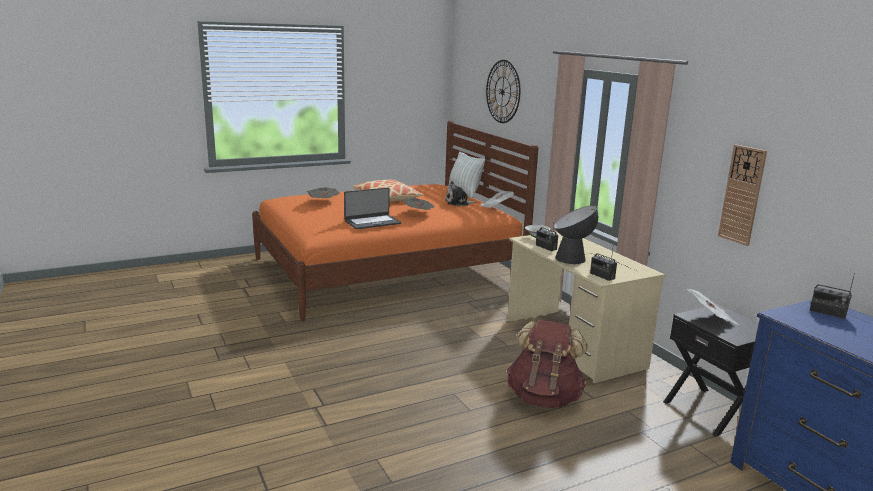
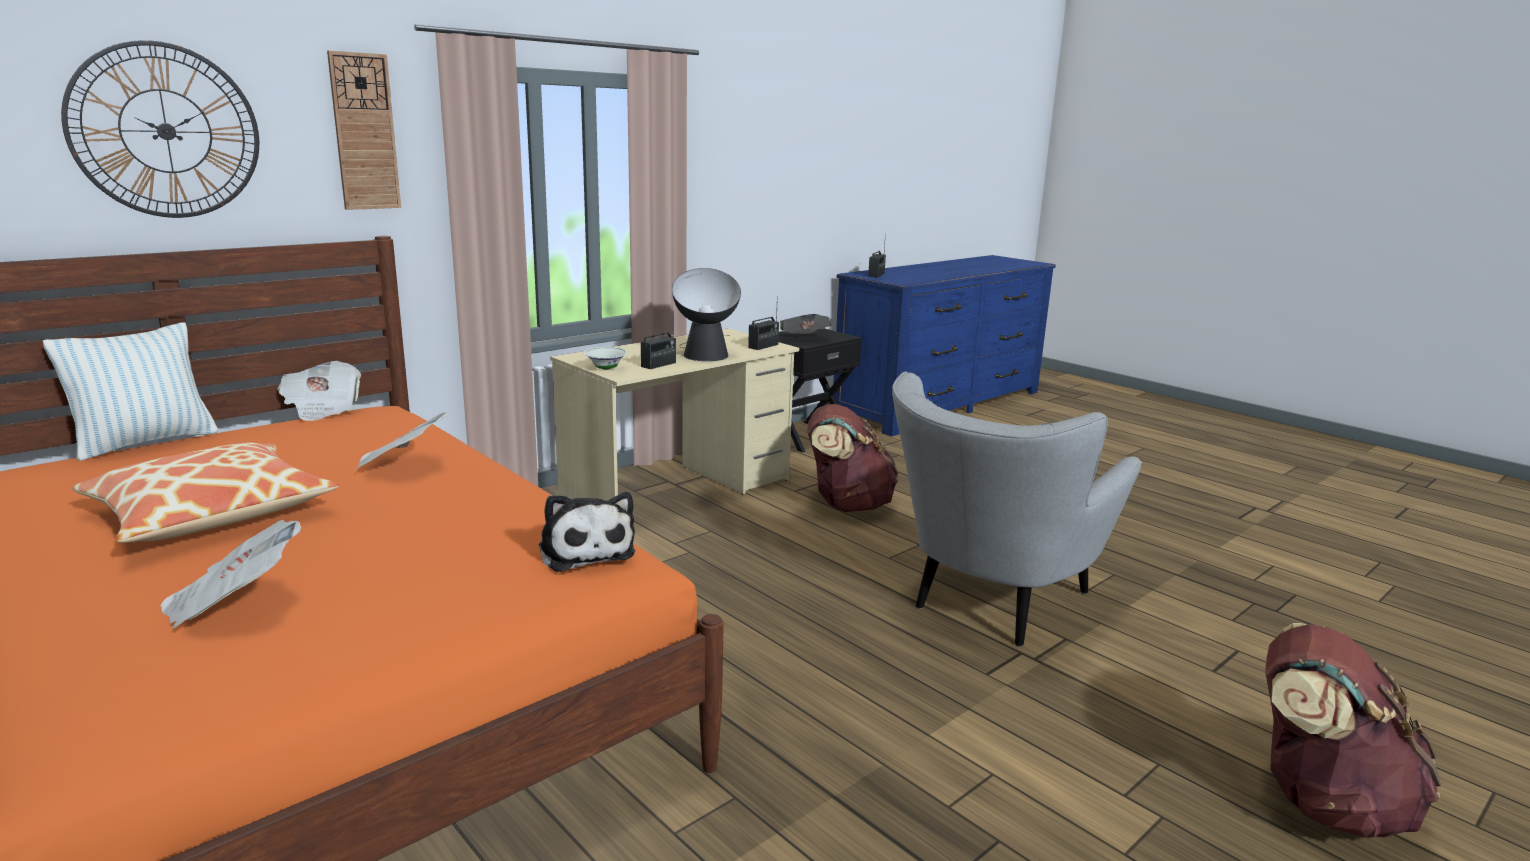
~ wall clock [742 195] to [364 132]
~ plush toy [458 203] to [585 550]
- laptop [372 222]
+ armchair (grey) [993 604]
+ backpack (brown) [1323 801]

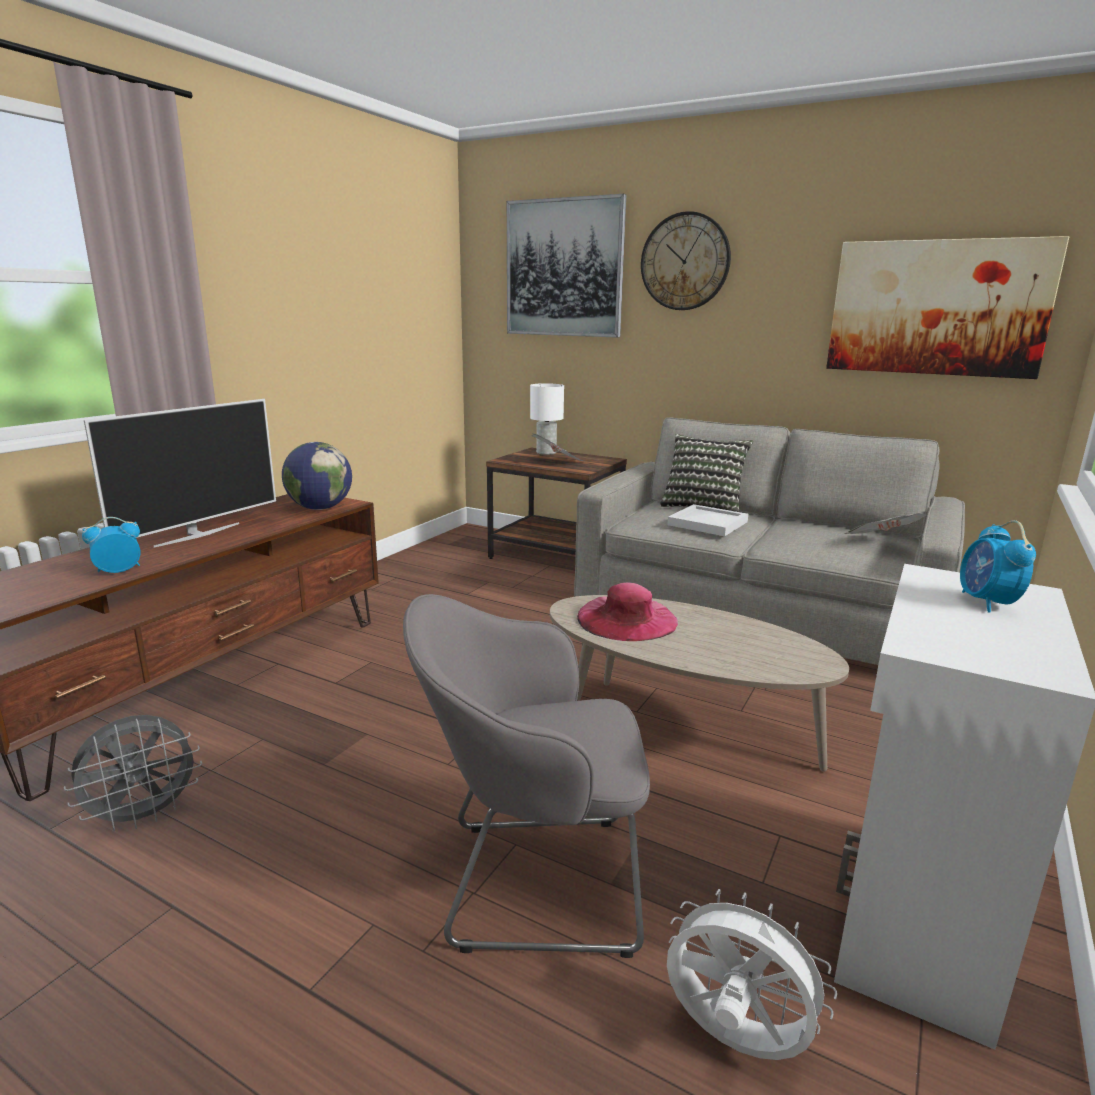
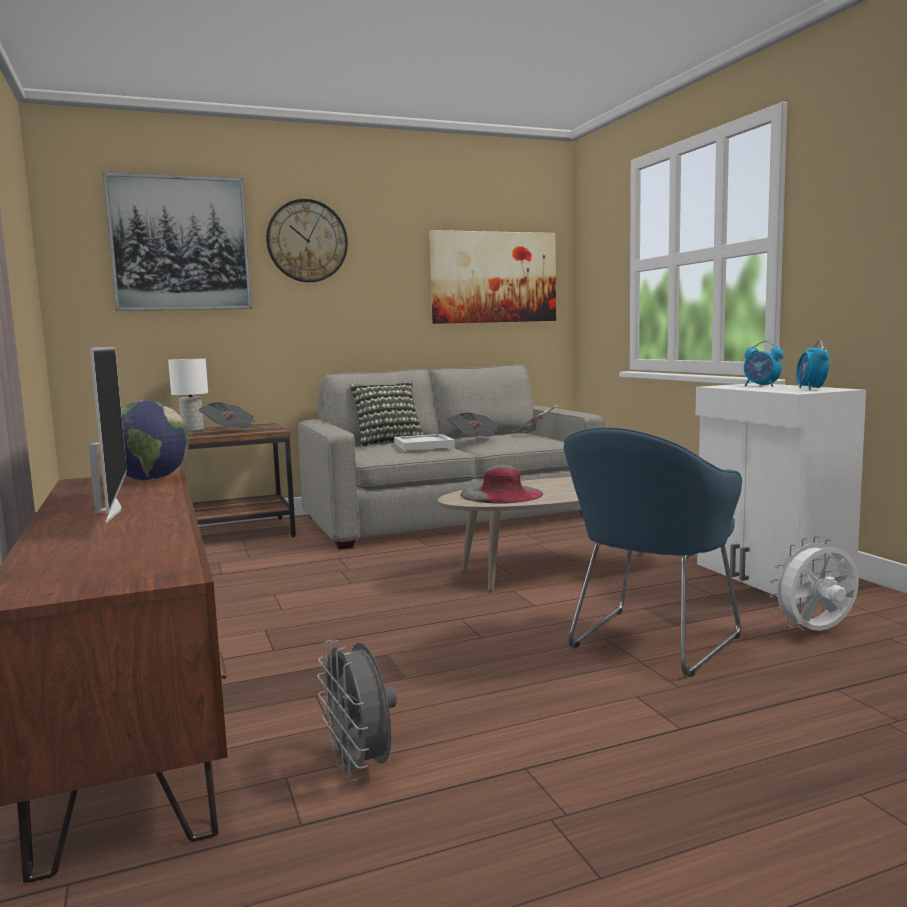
~ alarm clock [118 571] to [811 389]
~ hat (pink) [626 618] to hat (grey) [501 494]
~ armchair (grey) [530 882] to armchair (blue) [648 644]
~ fan (grey) [144 816] = [360 767] 150 degrees clockwise
+ newspaper [475 439]

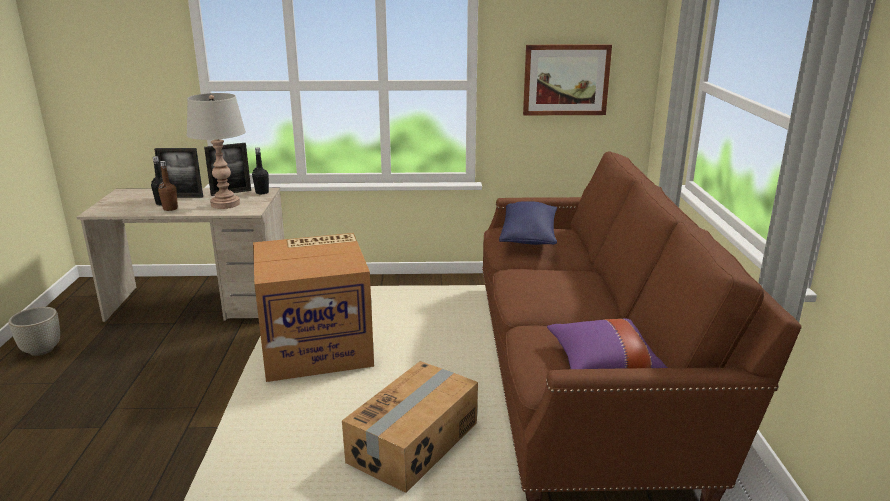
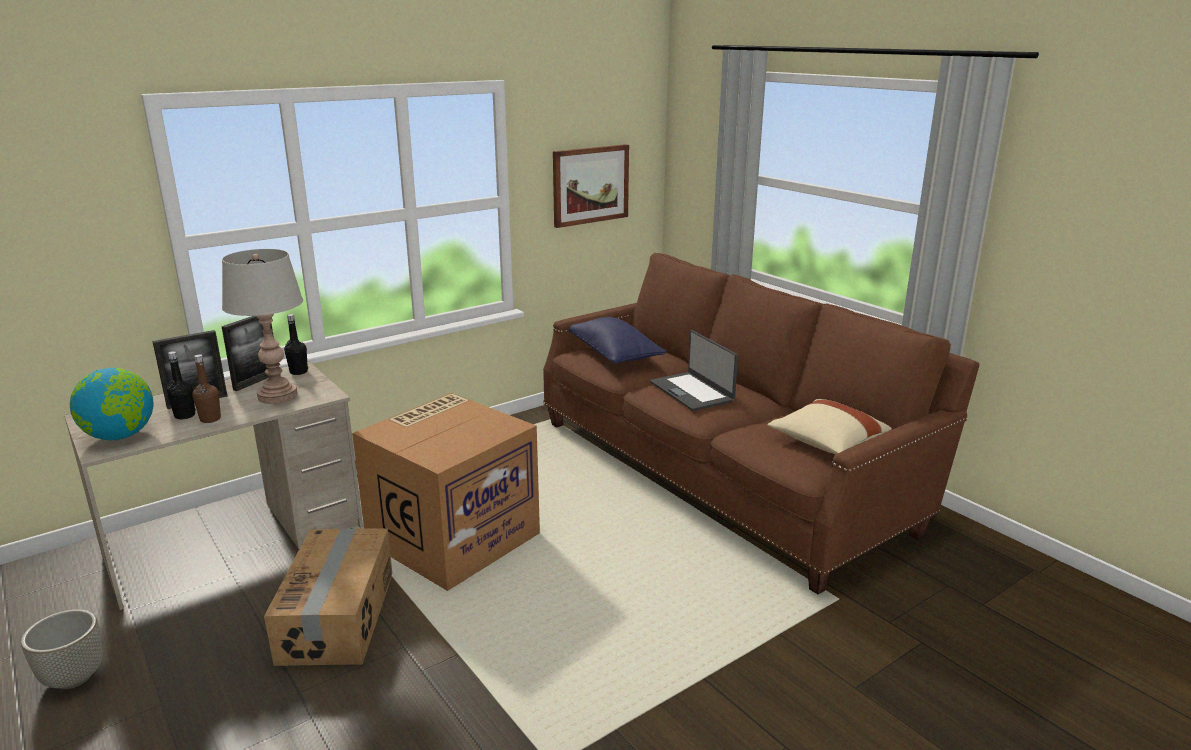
~ pillow (purple) [602 364] to pillow (beige) [826 443]
~ cardboard box [414 443] to [339 616]
+ laptop [692 391]
+ globe [120 436]

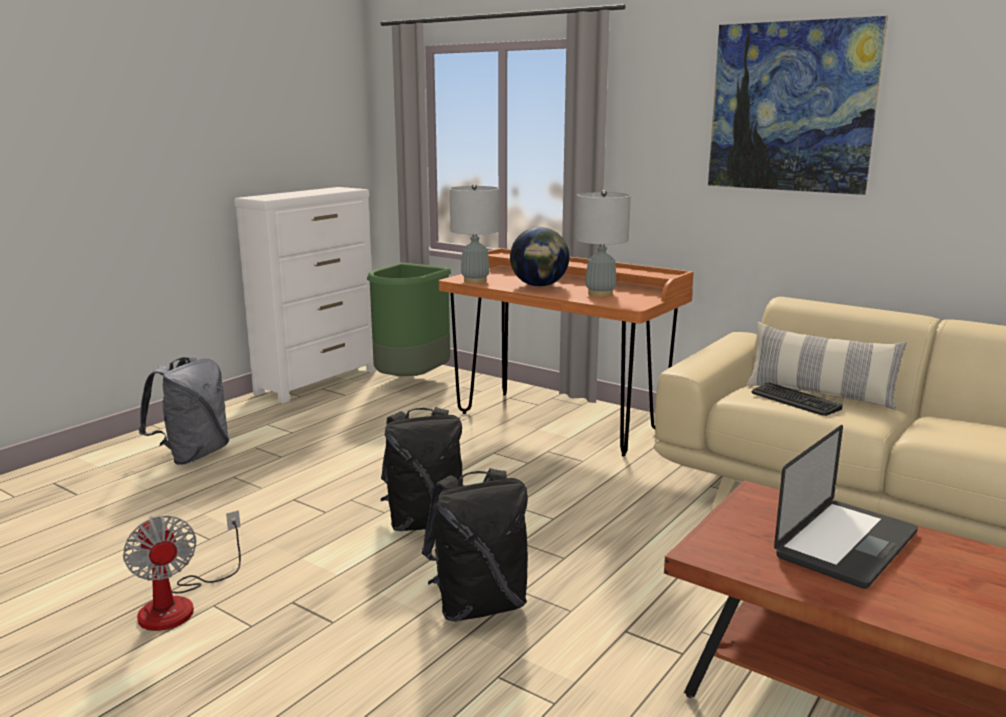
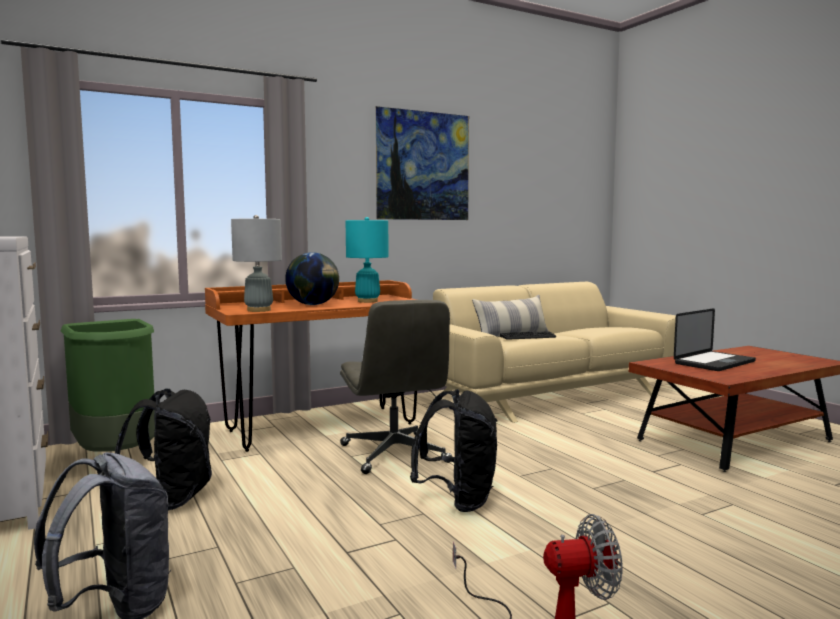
~ table lamp (grey) [600 294] to table lamp (turquoise) [367 301]
~ laptop [846 544] = [714 362] 75 degrees clockwise
~ backpack (black) [479 605] to [172 499]
+ office chair (grey) [395 454]

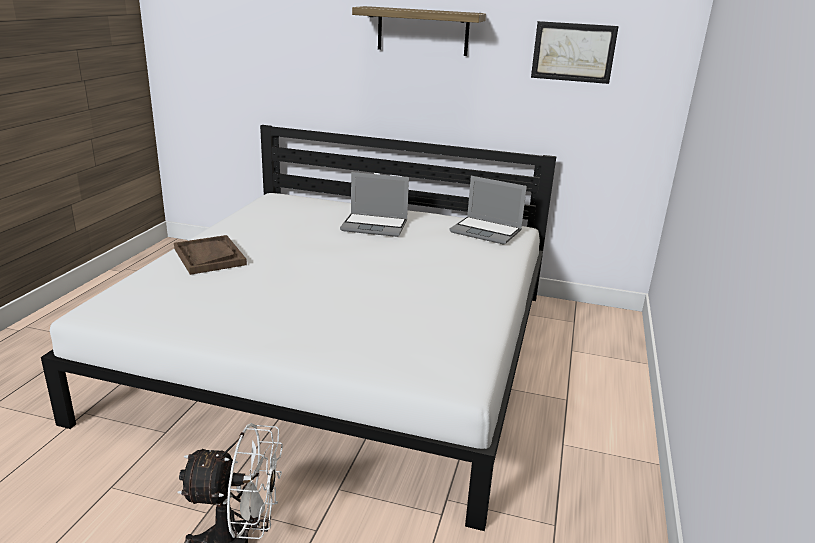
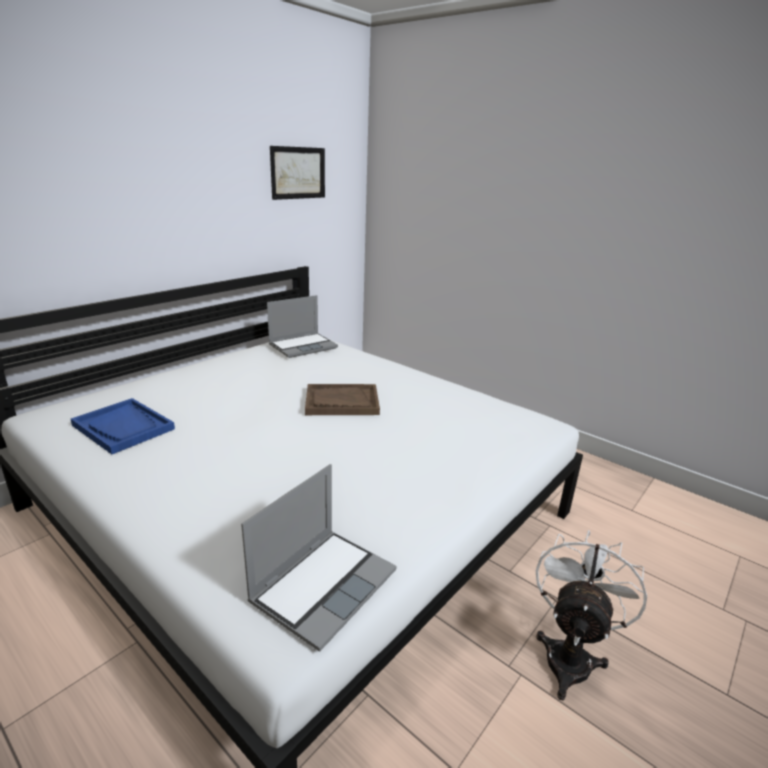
- shelf [423 31]
~ laptop [375 226] to [324 585]
~ tray (brown) [209 256] to [342 402]
+ tray (blue) [124 427]

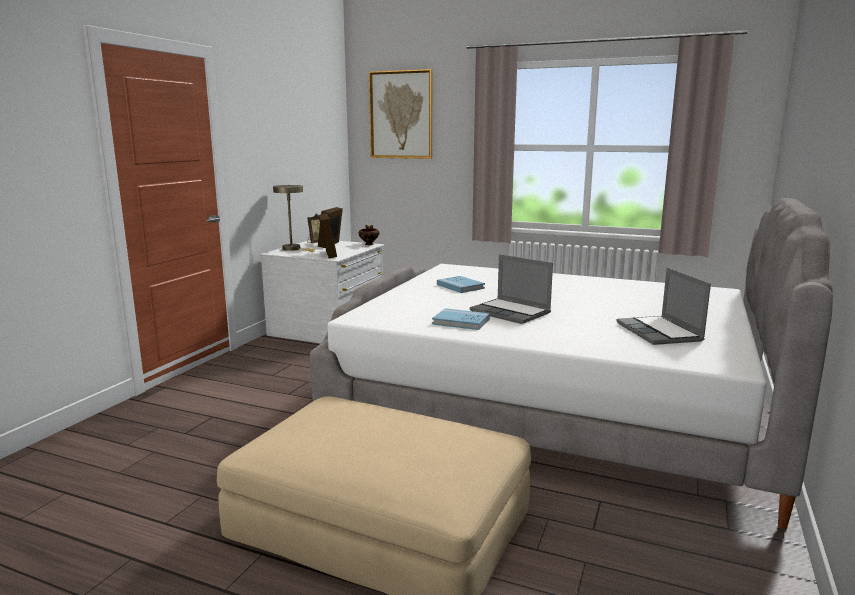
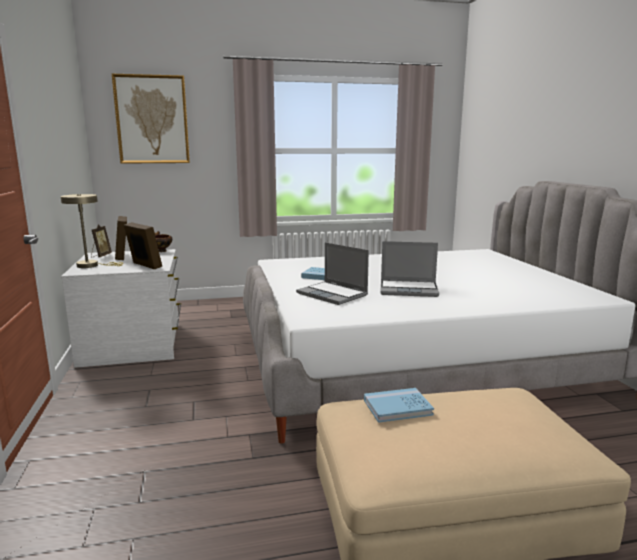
~ laptop [660 332] to [333 294]
~ book (blue) [461 322] to [397 407]

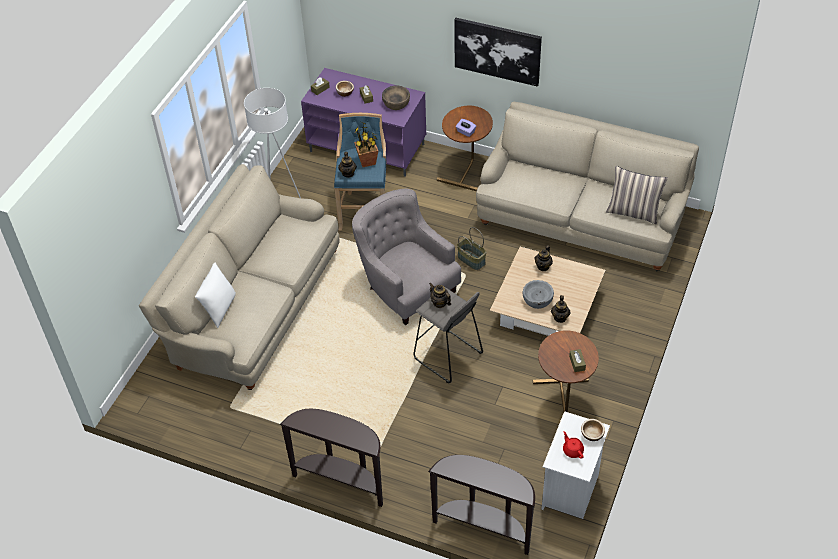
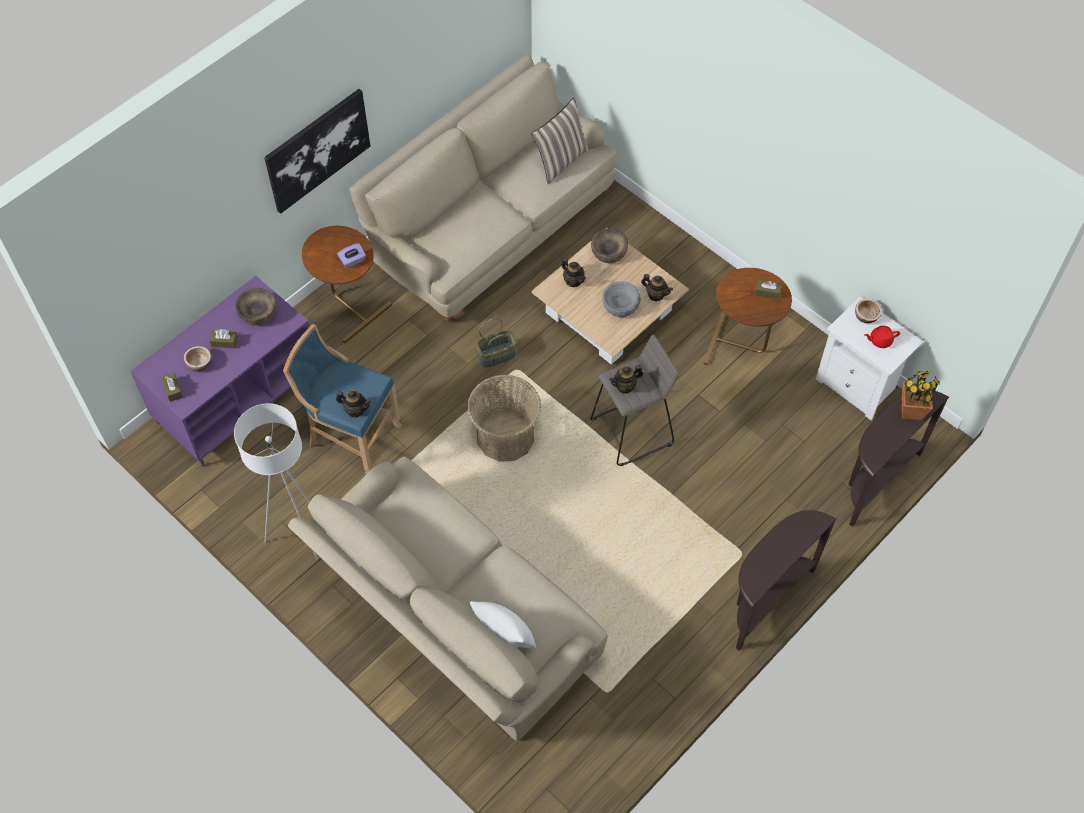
~ potted plant [367 161] to [911 410]
~ armchair (grey) [406 287] to basket [505 436]
+ bowl (brown) [609 252]

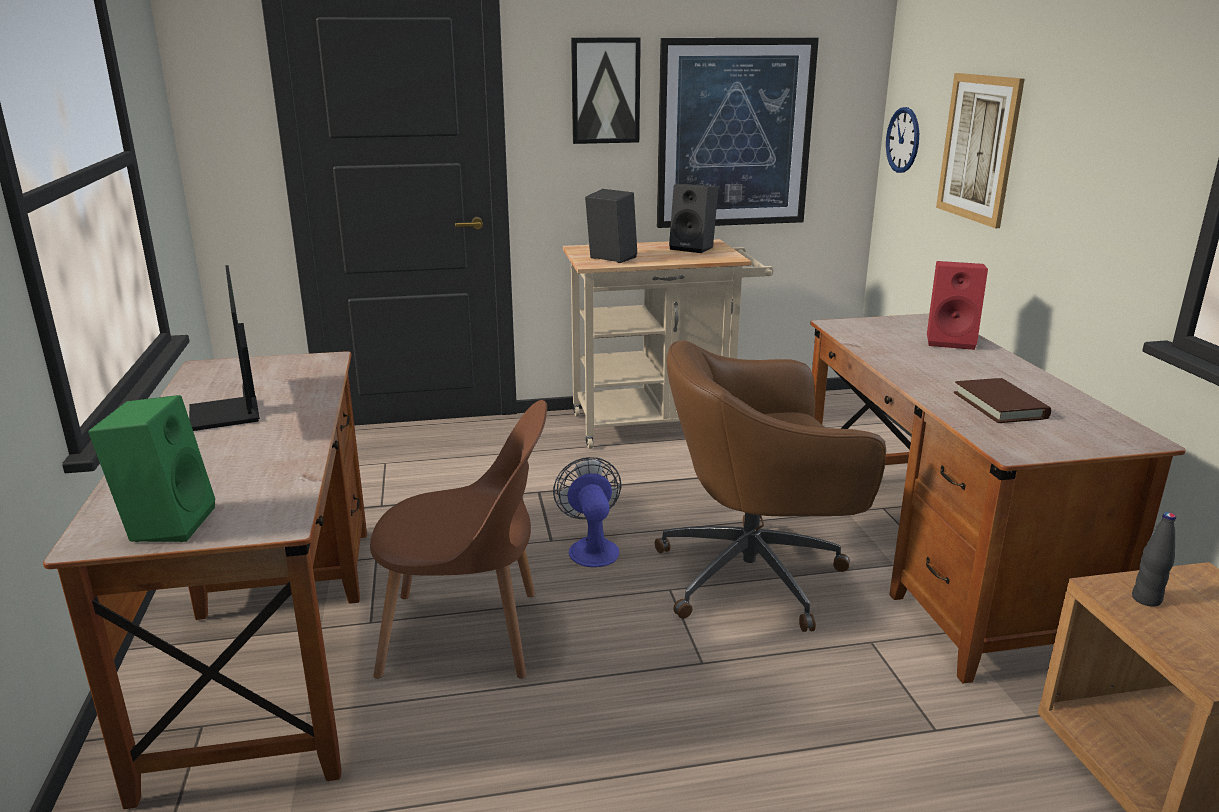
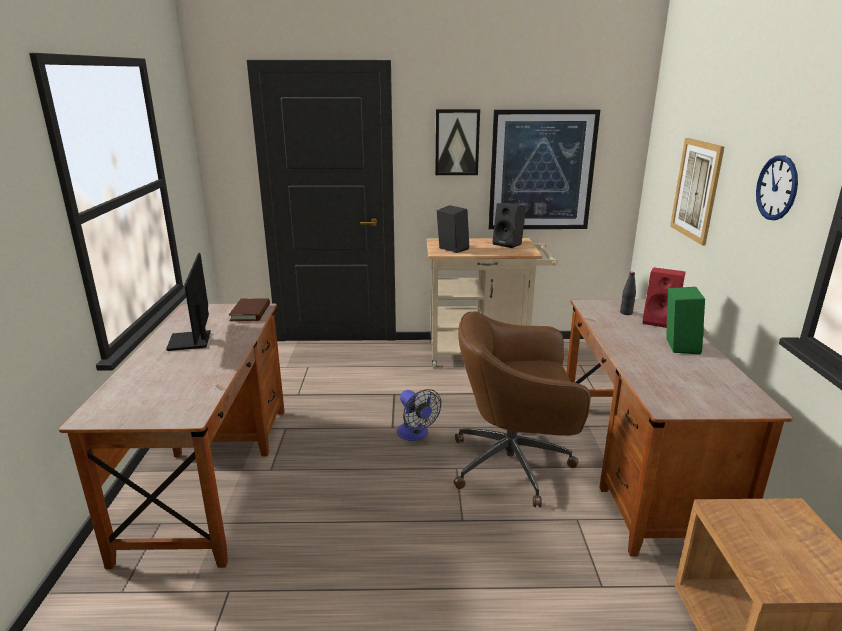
~ wall clock [903 140] to [777 188]
~ book (brown) [1000 405] to [250 312]
~ speaker (green) [166 523] to [678 346]
- chair (brown) [469 634]
~ fan [591 547] = [415 434] 150 degrees clockwise
~ bottle (black) [1146 599] to [626 313]

